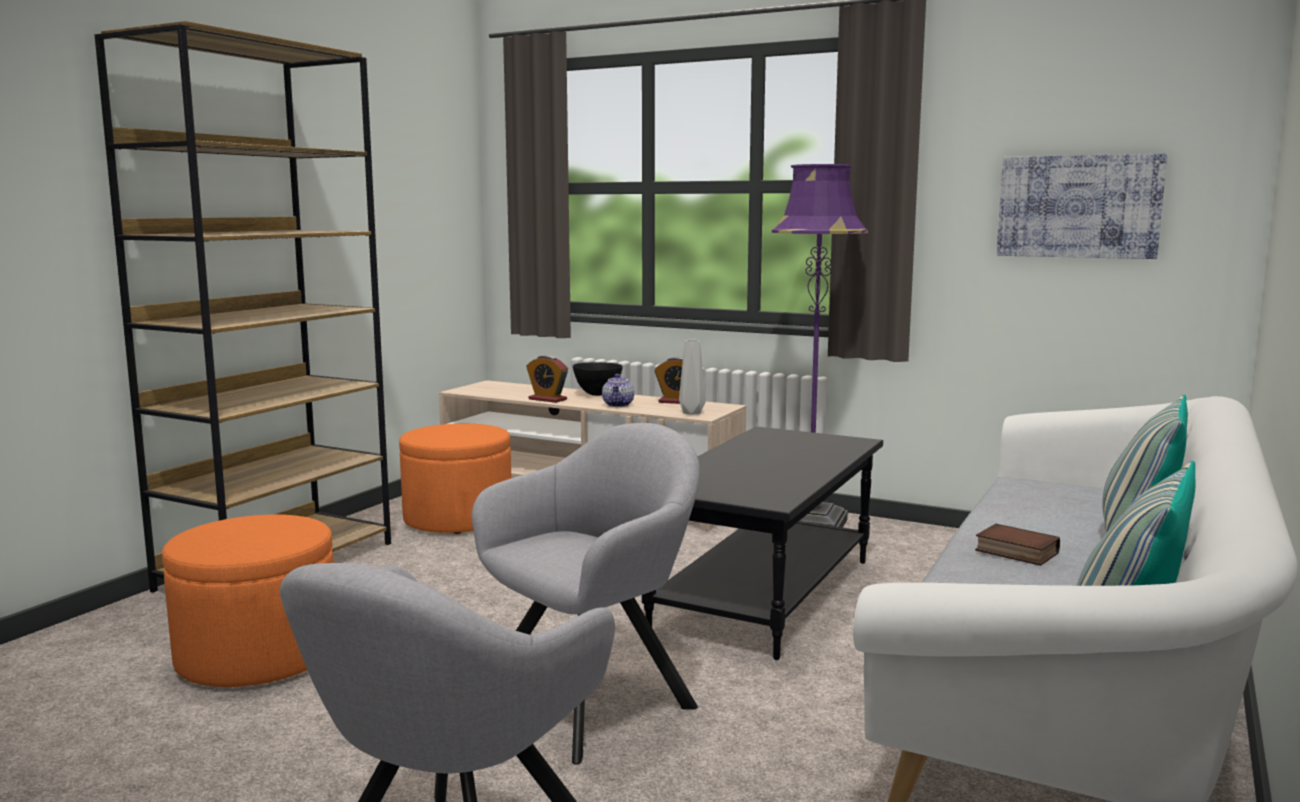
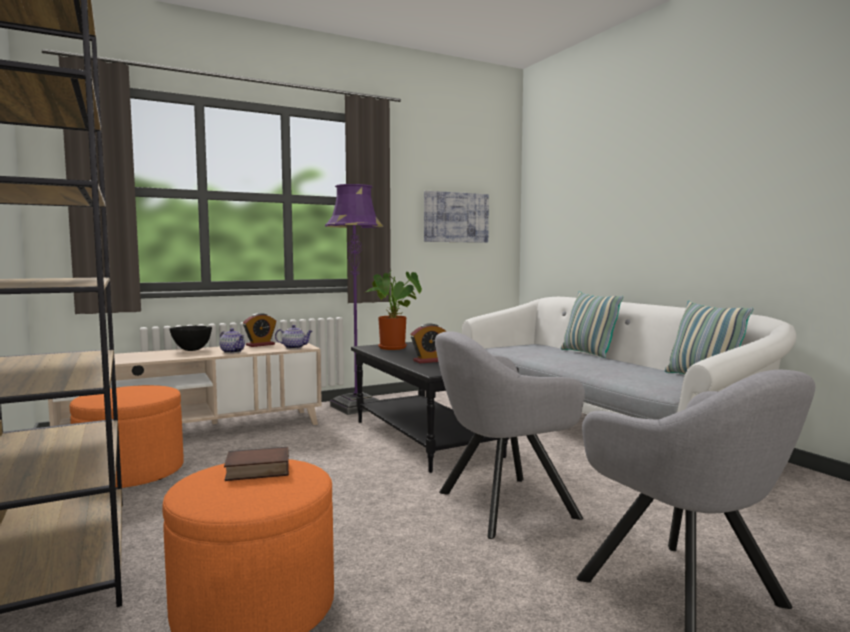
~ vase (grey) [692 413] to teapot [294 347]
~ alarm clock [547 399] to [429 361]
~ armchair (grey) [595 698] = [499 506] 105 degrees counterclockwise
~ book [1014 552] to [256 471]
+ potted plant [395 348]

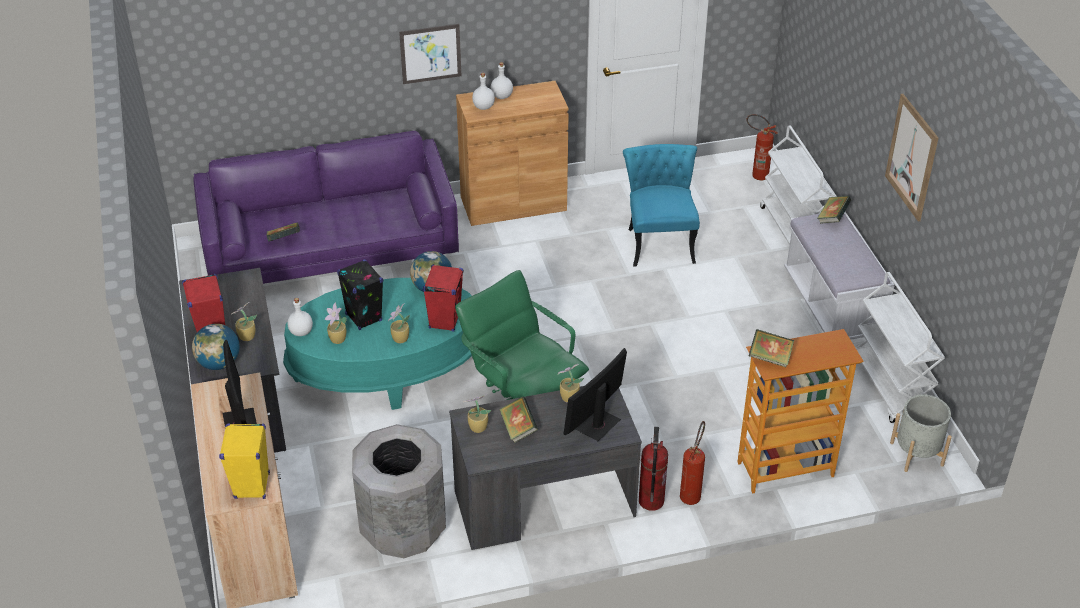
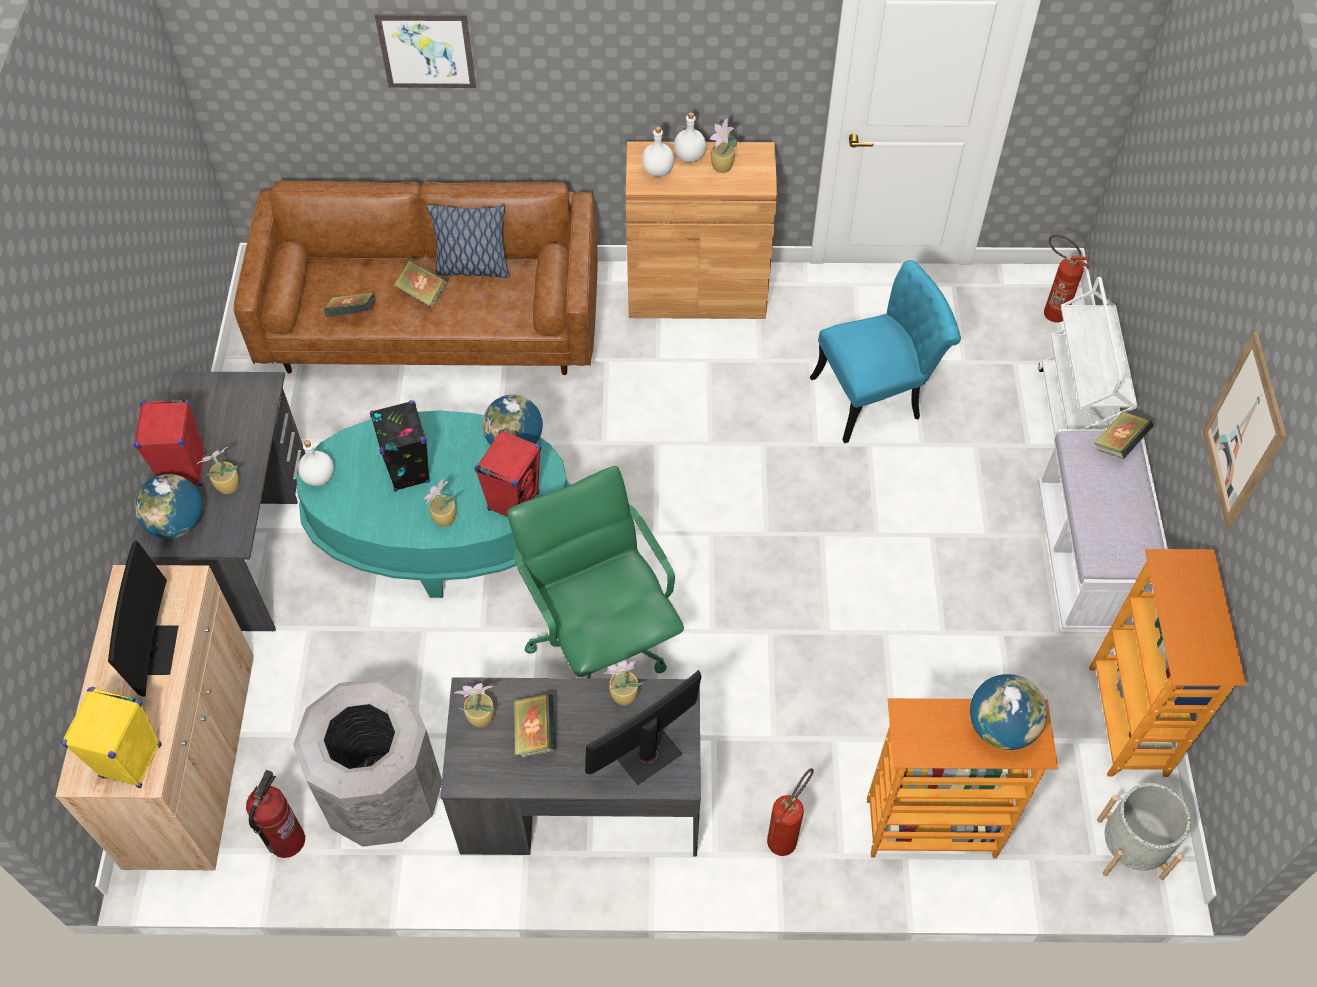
~ picture [430 53] to [426 51]
~ sofa (purple) [330 252] to sofa (brown) [432 322]
~ chair (turquoise) [659 240] = [877 395] 60 degrees clockwise
~ cart (white) [890 386] to bookcase [1129 721]
~ potted plant [338 340] to [722 167]
~ book [770 358] to [422 293]
~ fire extinguisher [651 501] to [287 840]
+ pillow [472 268]
+ globe [1000 727]

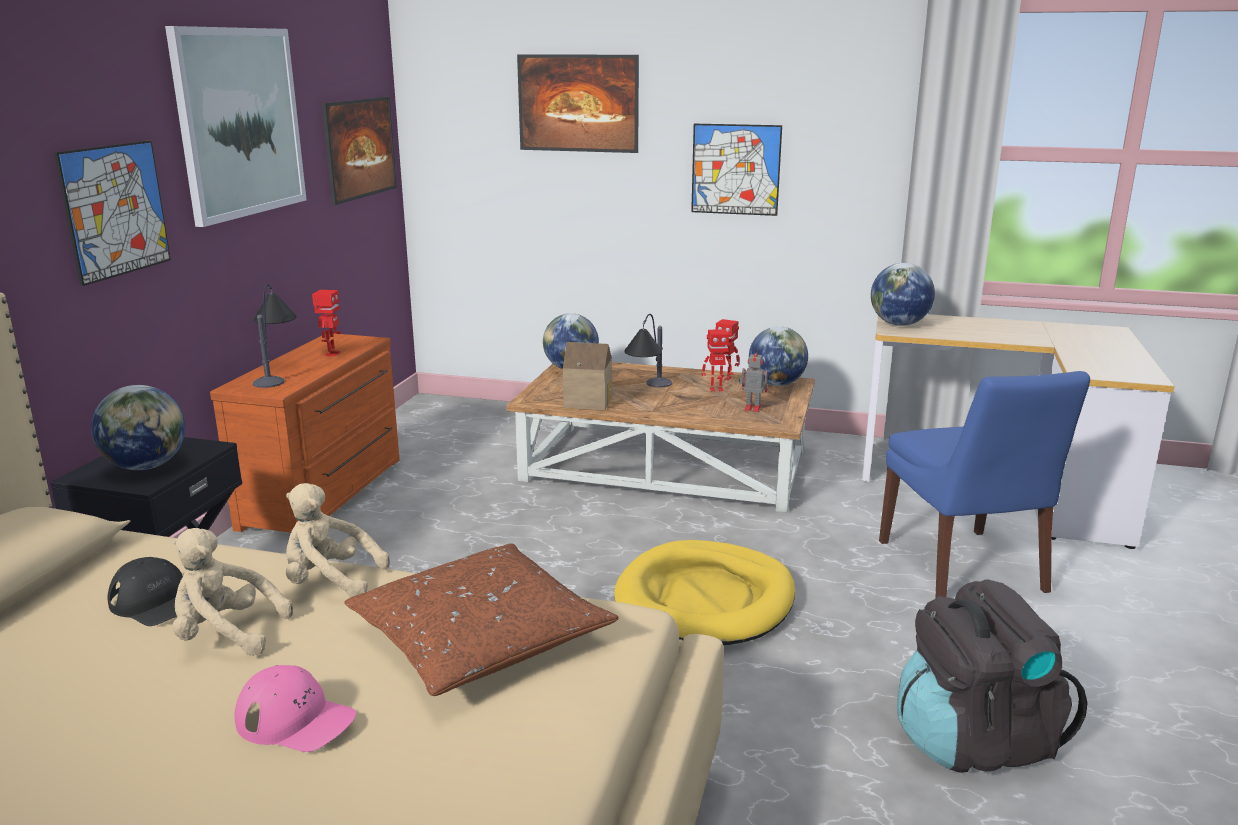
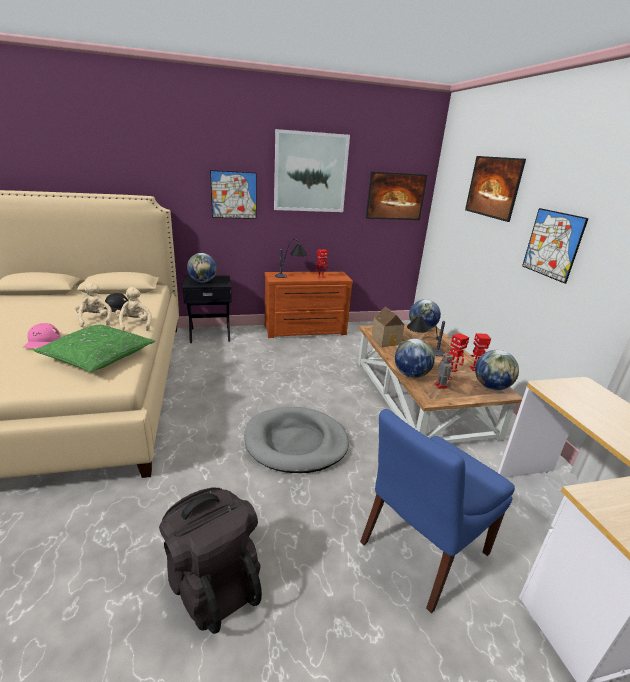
~ globe [899 324] to [411 375]
~ dog bed (yellow) [705 600] to dog bed (grey) [296 442]
~ pillow (brown) [479 638] to pillow (green) [98 356]

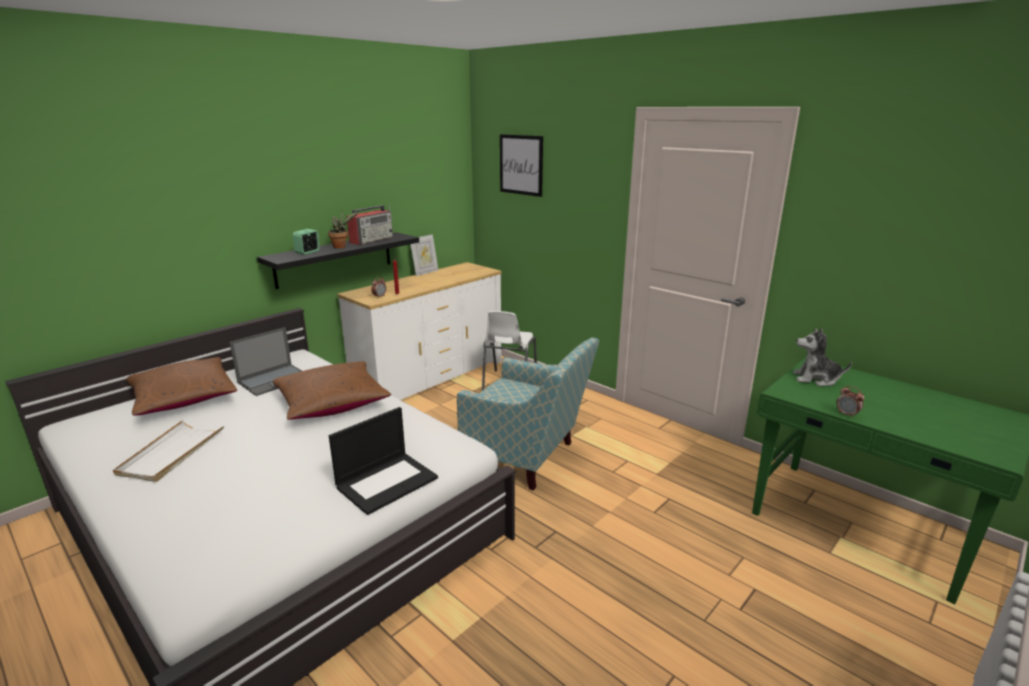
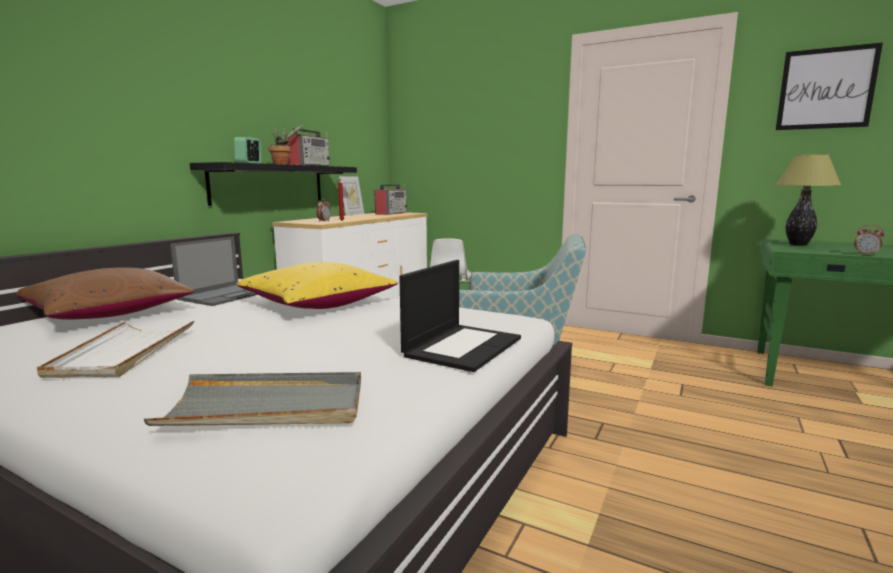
~ picture [521 165] to [826 88]
~ plush toy [816 379] to table lamp [798 245]
~ pillow (brown) [332 403] to pillow (yellow) [318 304]
+ radio [391 213]
+ tray (grey) [267 407]

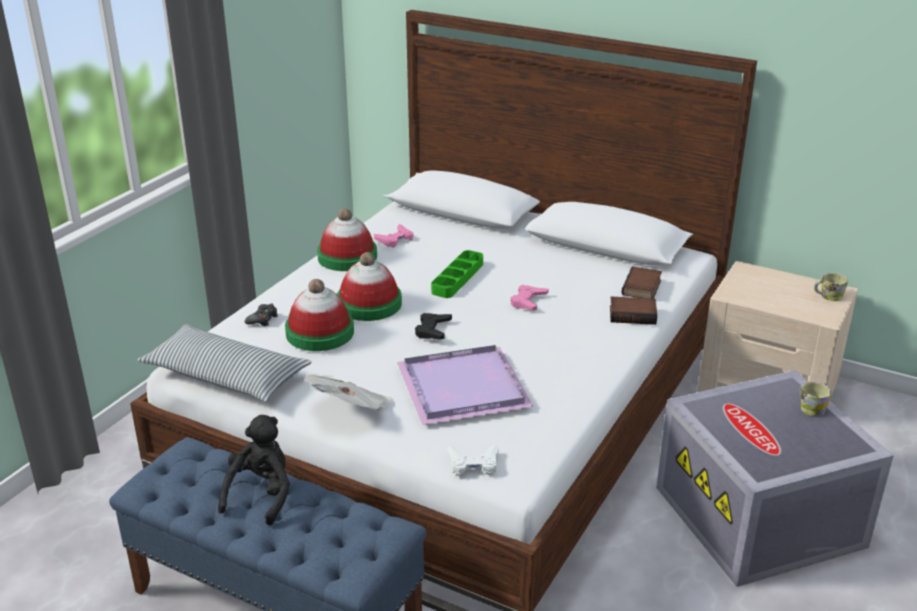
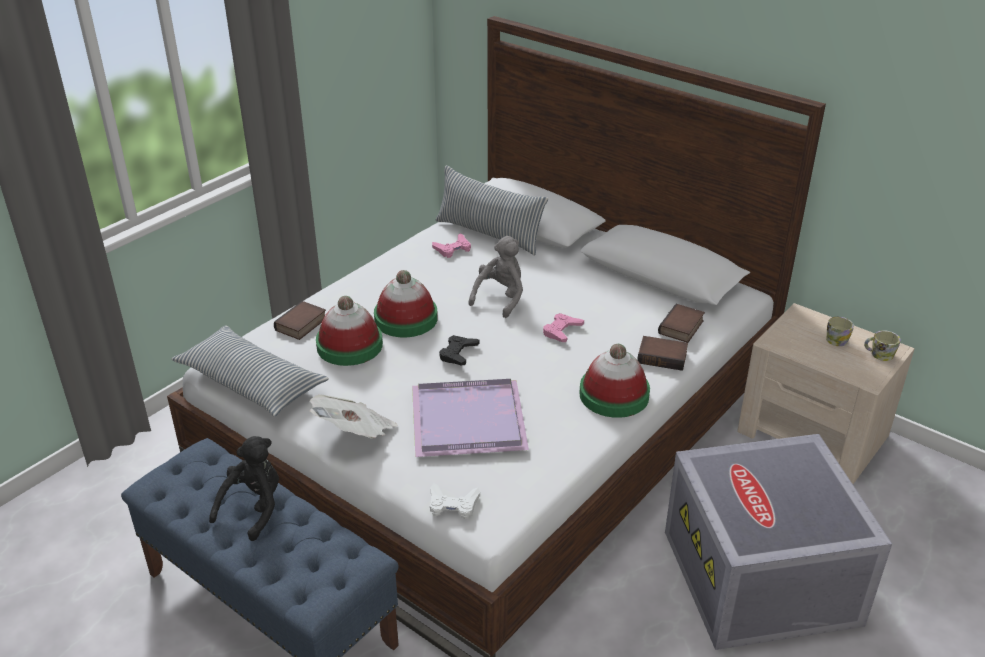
~ hat [347 257] to [614 395]
~ tray (green) [457 278] to plush toy (grey) [500 298]
~ game controller (black) [262 319] to book [301 325]
~ mug [810 407] to [835 339]
+ pillow [489 234]

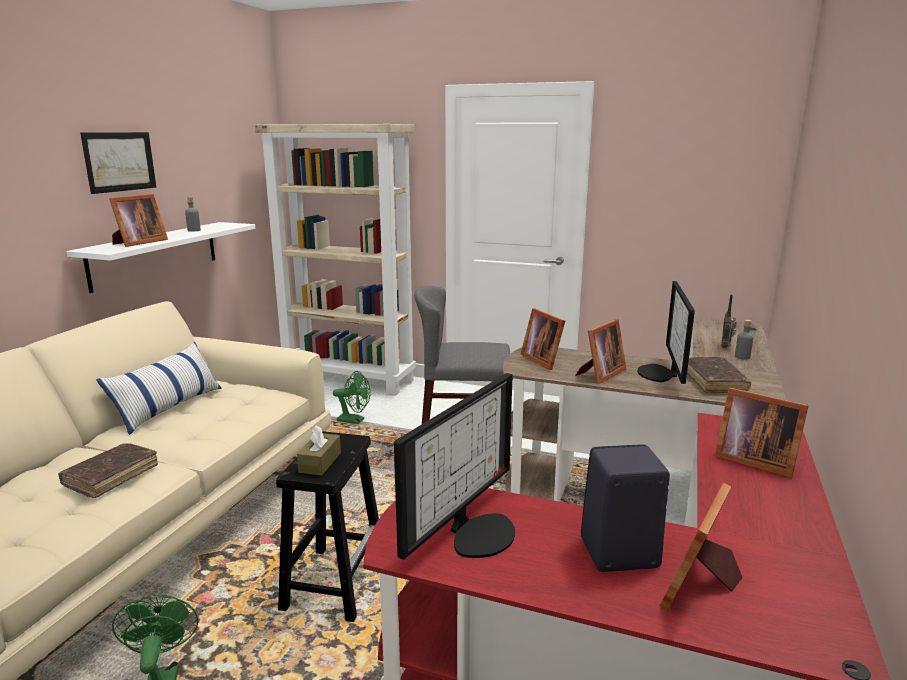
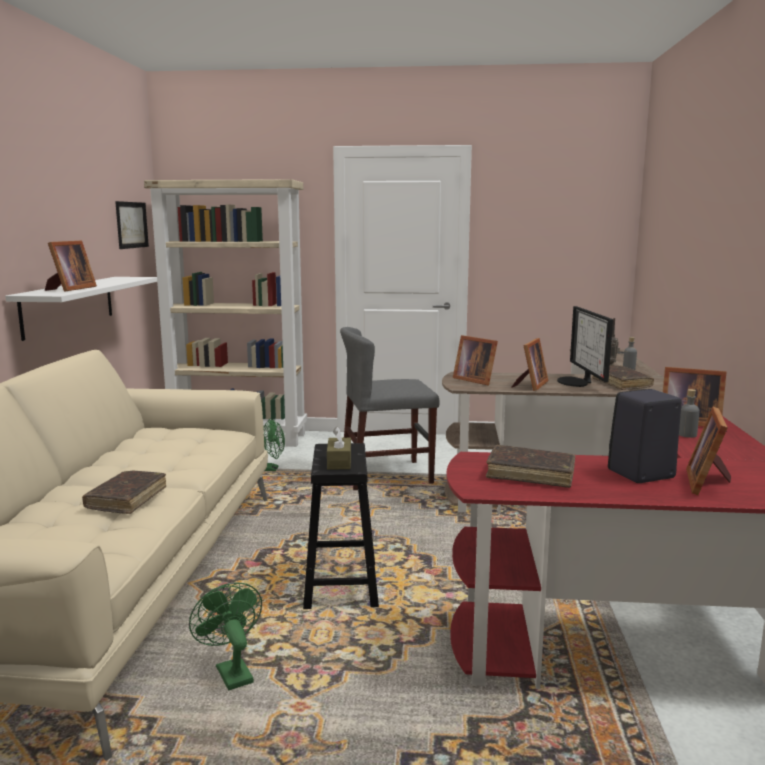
~ picture [120 161] to [131 225]
~ bottle (grey) [194 230] to [687 435]
- pillow [168 408]
~ monitor [477 532] to book (brown) [530 475]

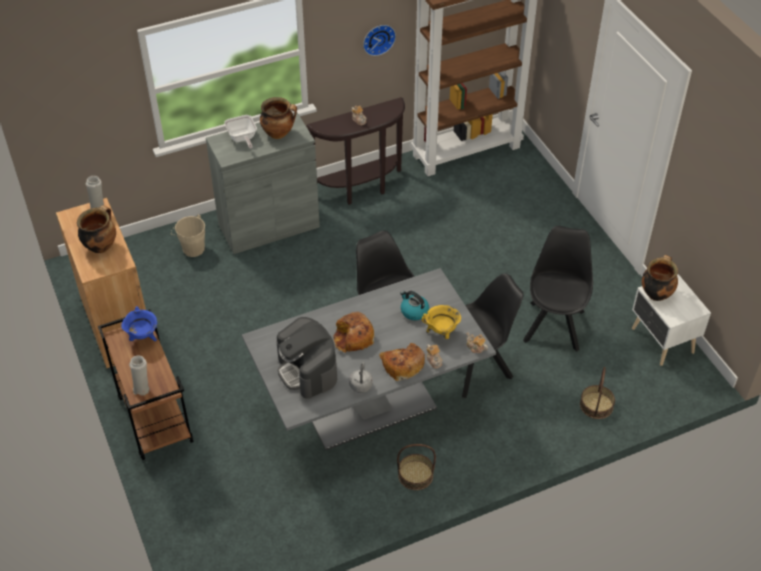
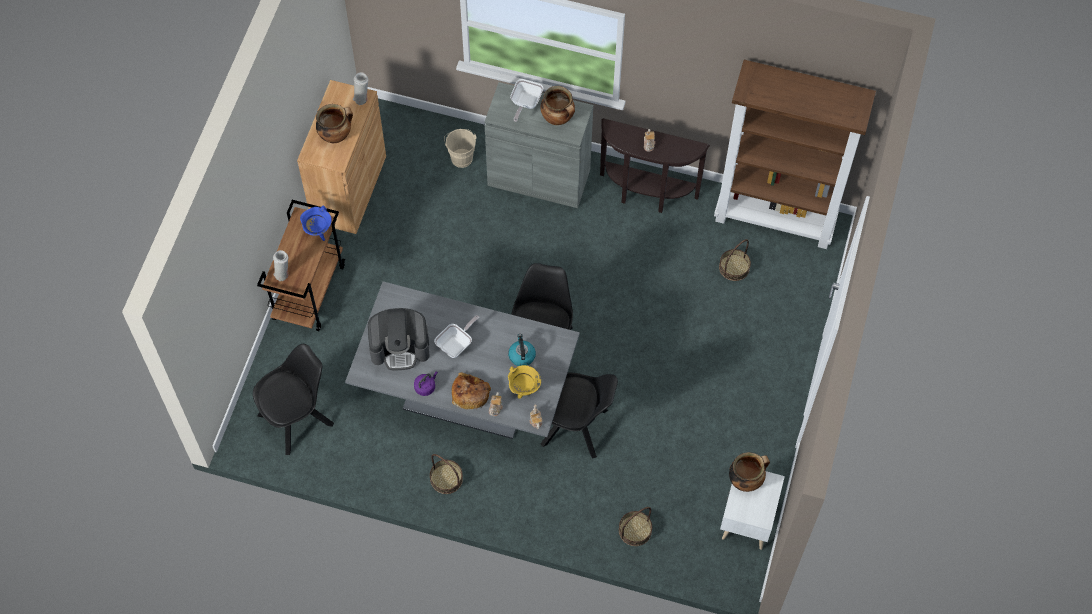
- wall clock [378 38]
~ chair (black) [554 324] to [297 418]
~ bread [353 338] to frying pan [456 344]
~ coffee machine [307 371] = [400 347] 105 degrees counterclockwise
~ kettle (grey) [361 384] to kettle (purple) [426 387]
+ basket [734 267]

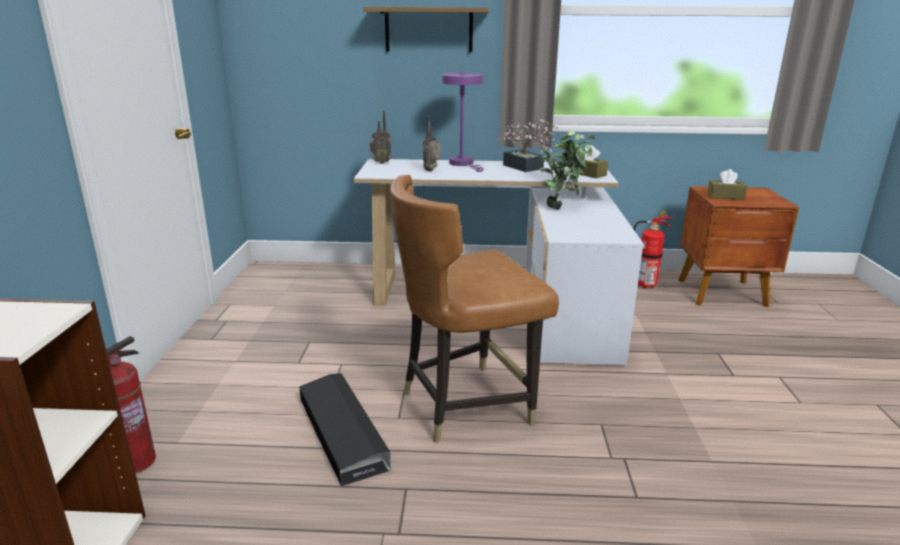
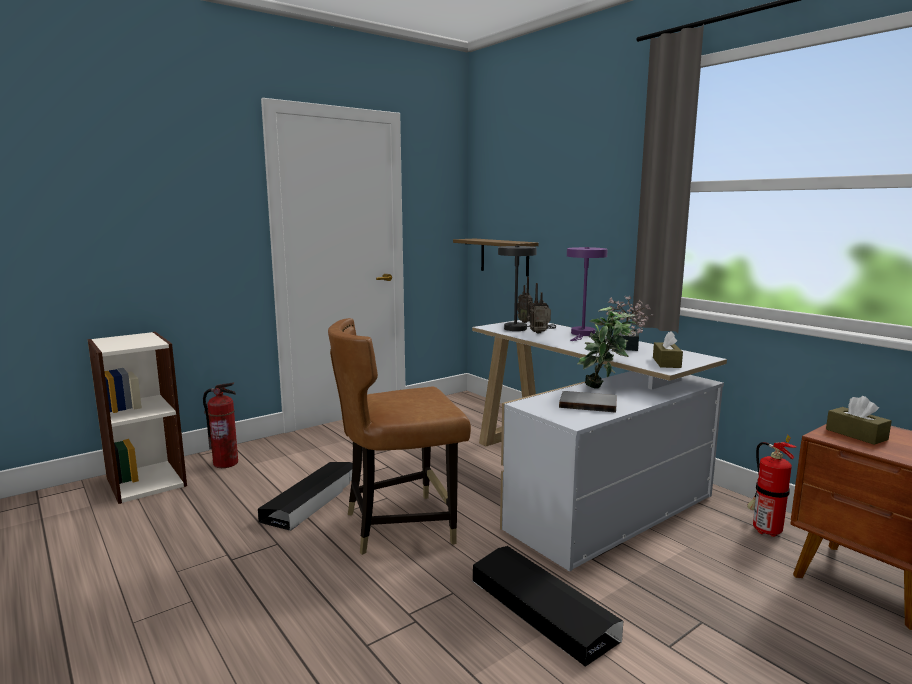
~ shelf [429 29] to [504 256]
~ chair (brown) [465 404] = [399 525] 45 degrees counterclockwise
+ table lamp (grey) [519 328]
+ book (grey) [588 403]
+ storage box (black) [541 609]

